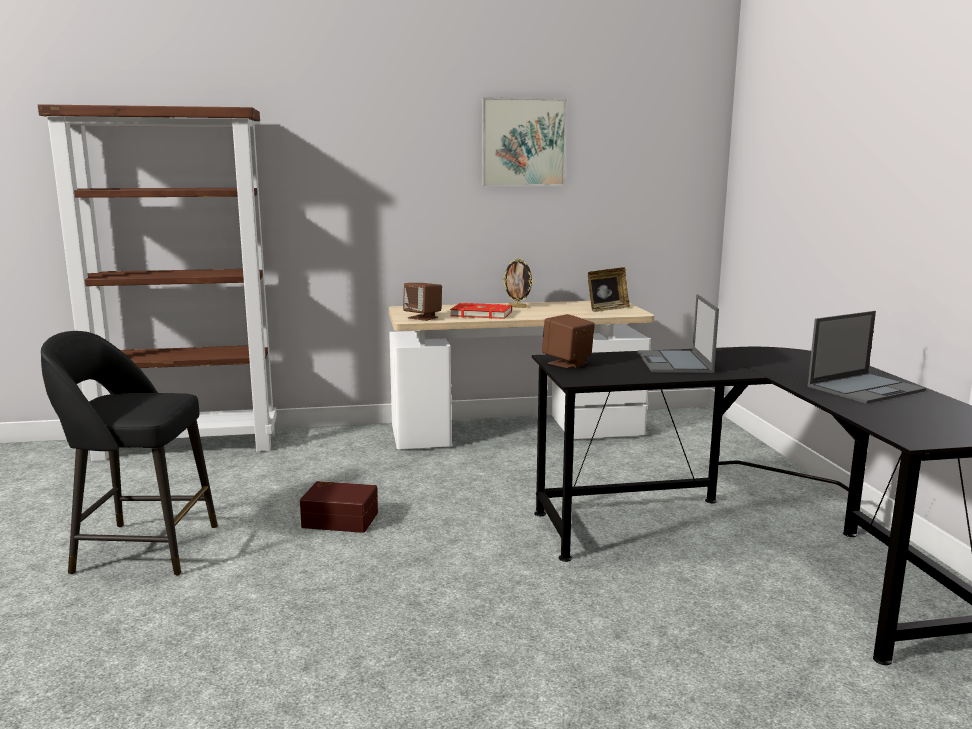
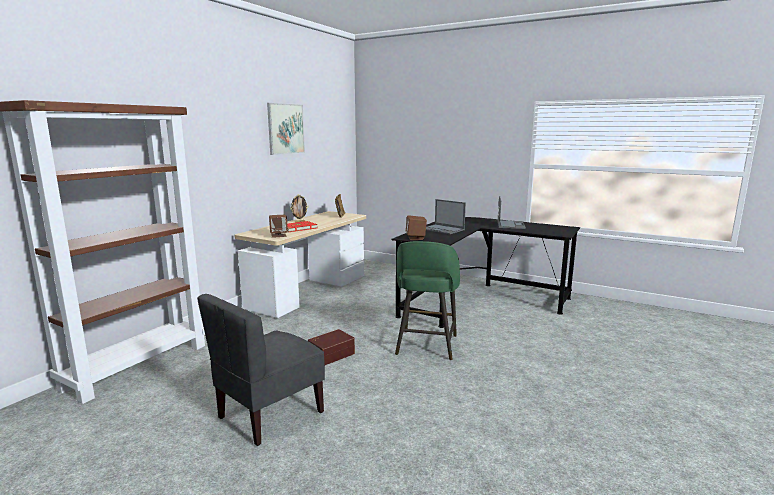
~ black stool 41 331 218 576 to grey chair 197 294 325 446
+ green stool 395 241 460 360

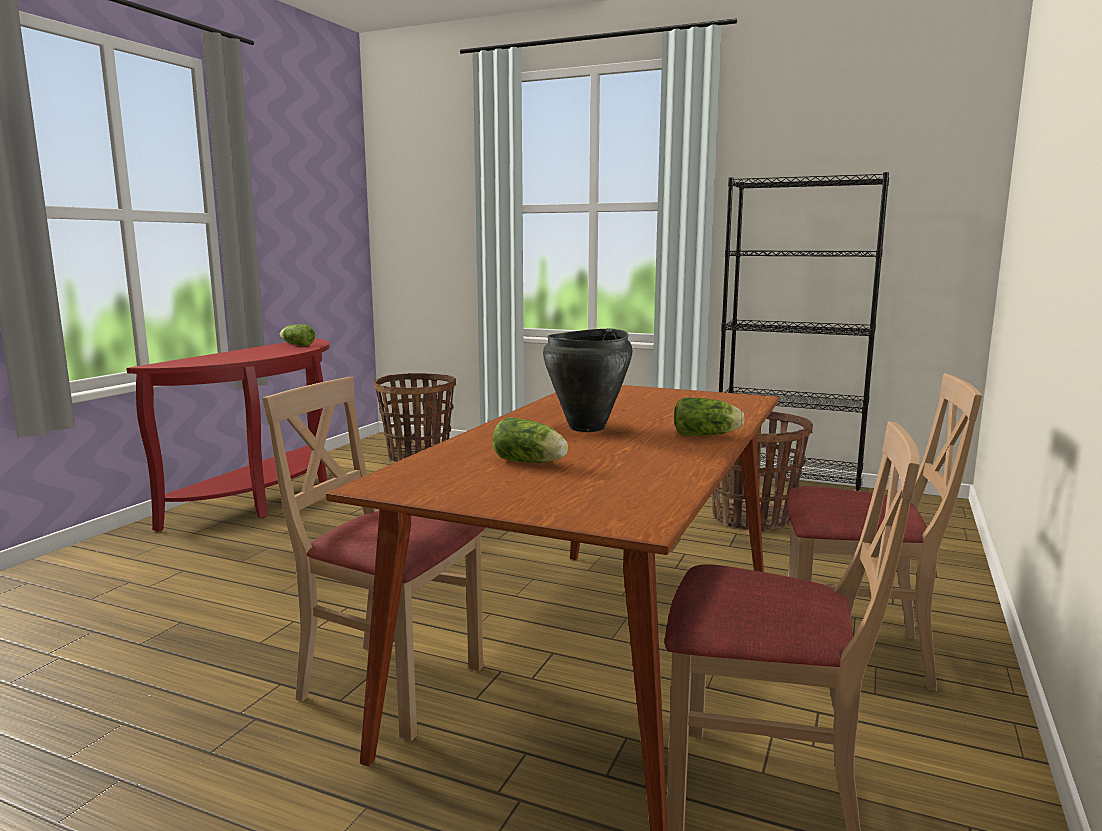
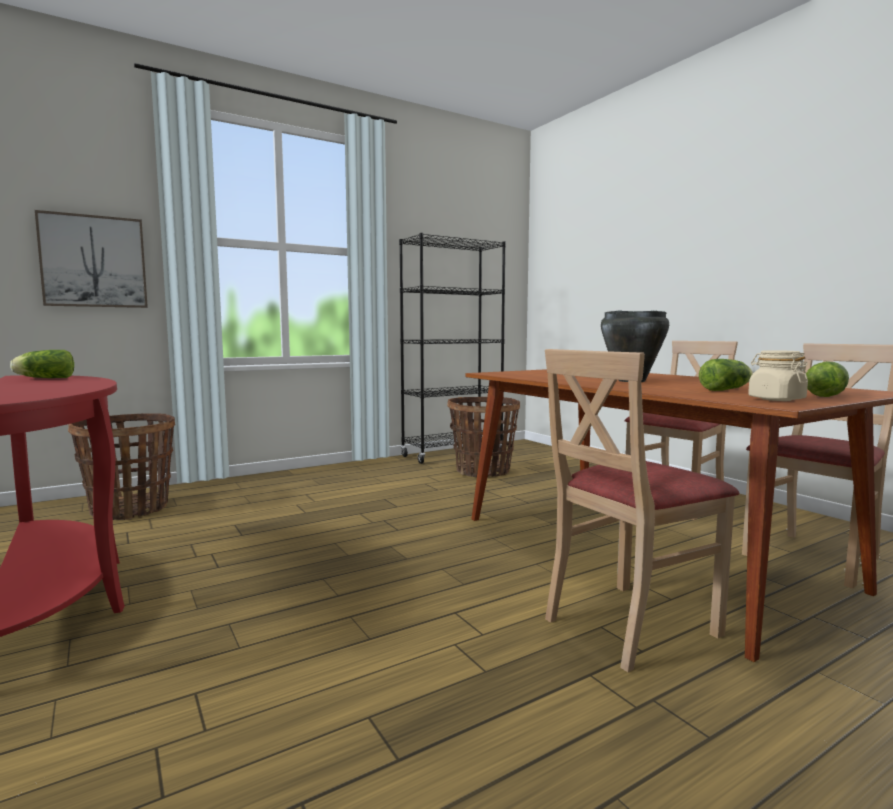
+ picture 35 210 148 308
+ beige jar 748 350 808 401
~ lettuce 674 398 744 436 to 806 361 849 397

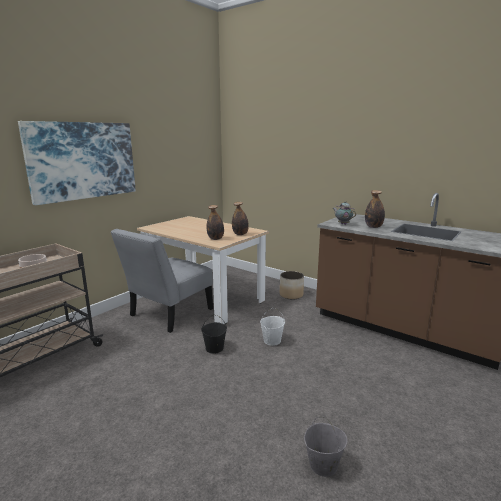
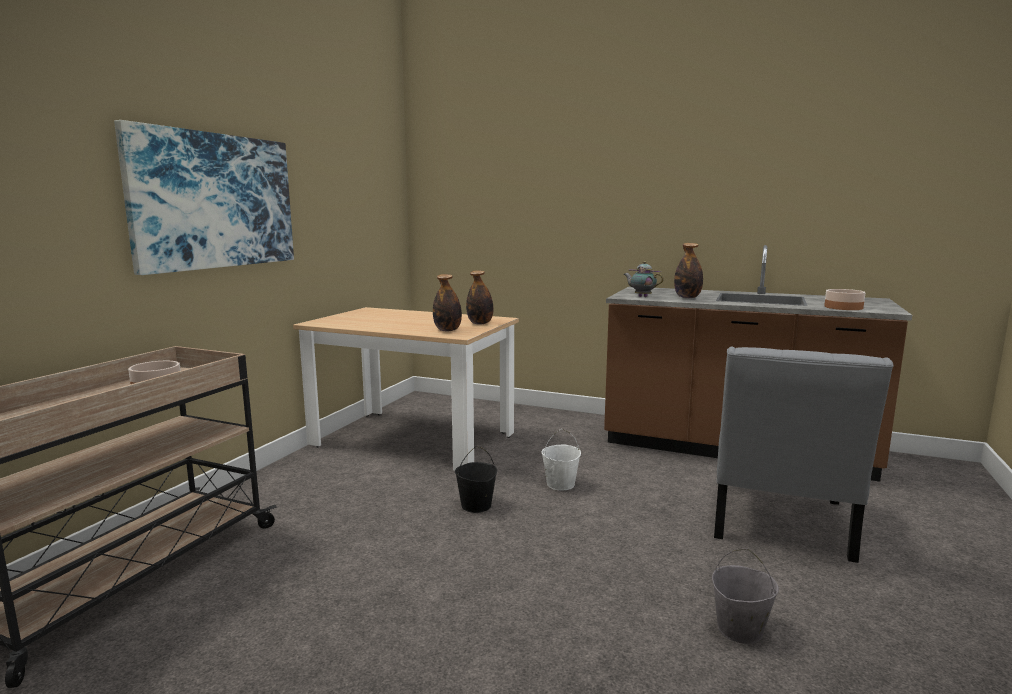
~ grey chair 111 229 213 333 to 714 346 894 563
+ bowl 824 289 865 310
- planter 280 271 304 299

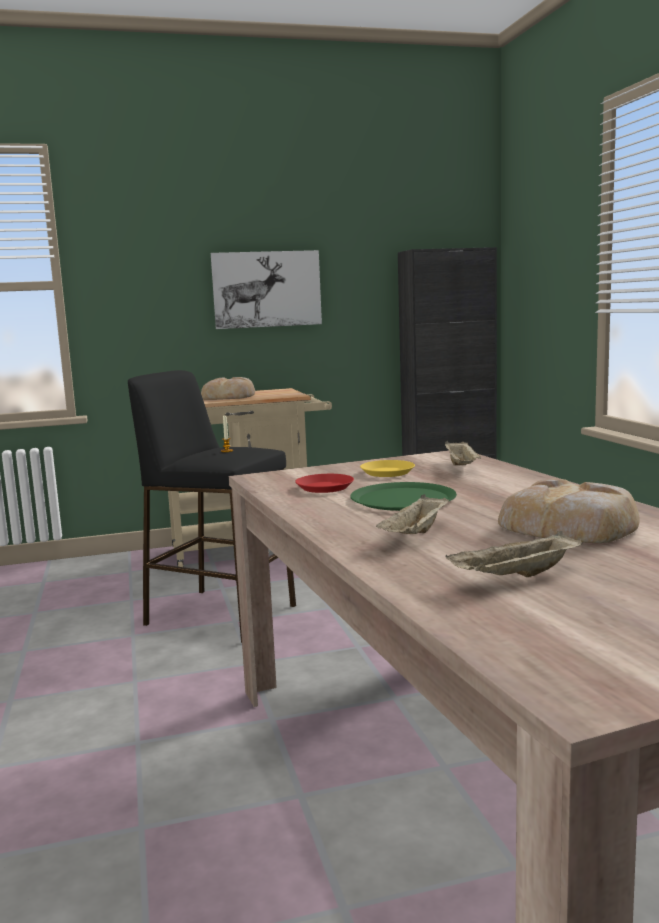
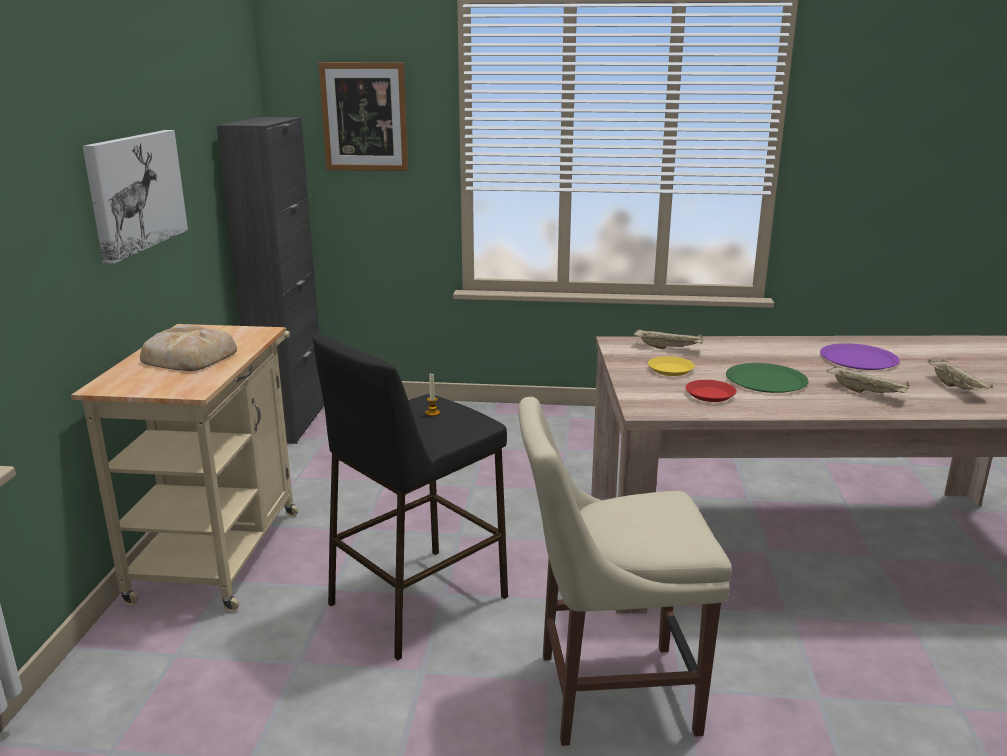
+ picture 319 62 408 171
+ beige chair 519 397 732 746
~ bread 498 478 640 543 to purple plate 820 343 900 370

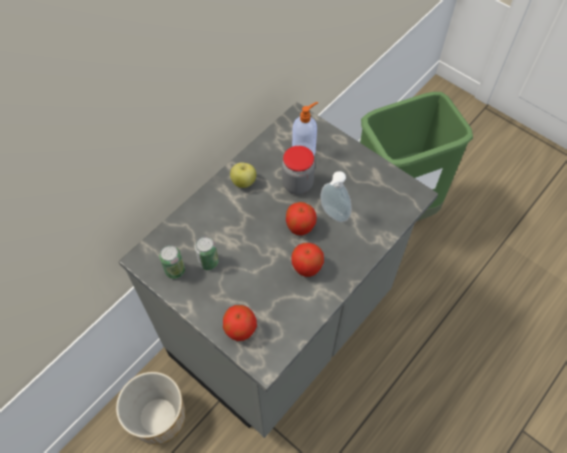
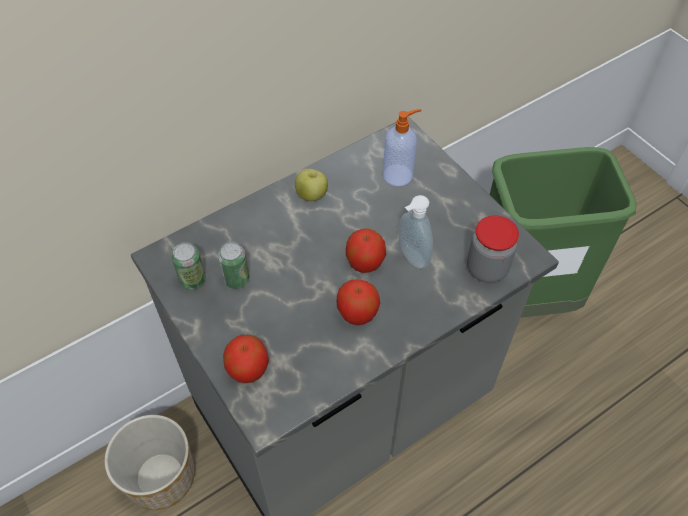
~ jar 282 146 315 195 to 467 216 519 283

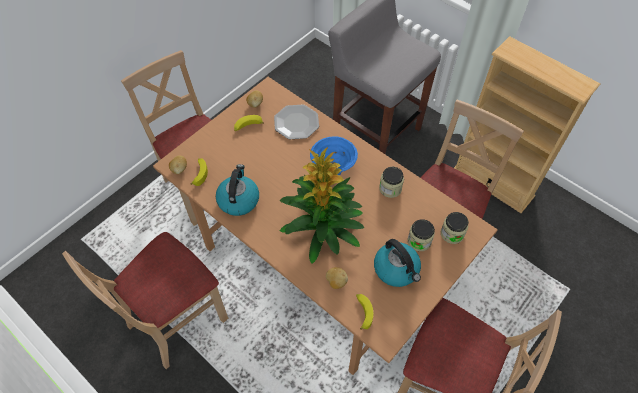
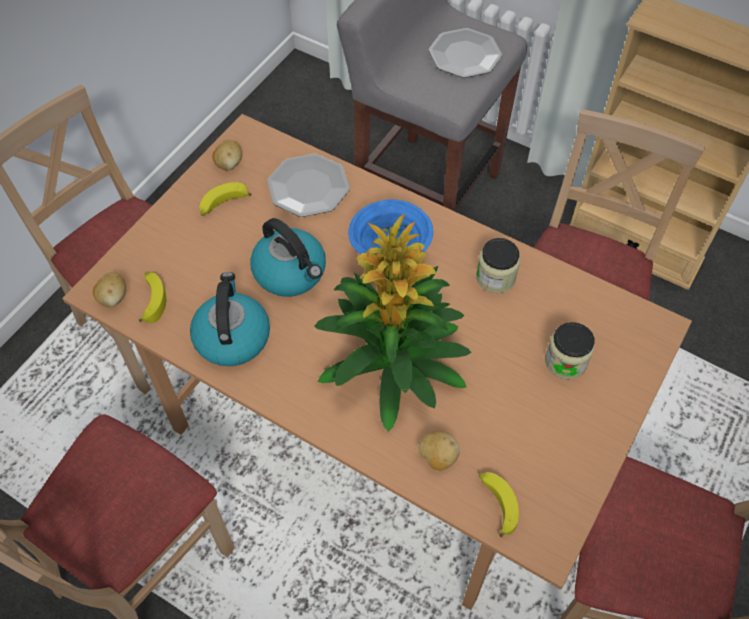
~ kettle 374 239 421 287 to 250 218 326 297
+ plate 429 28 502 78
- jar 441 212 469 244

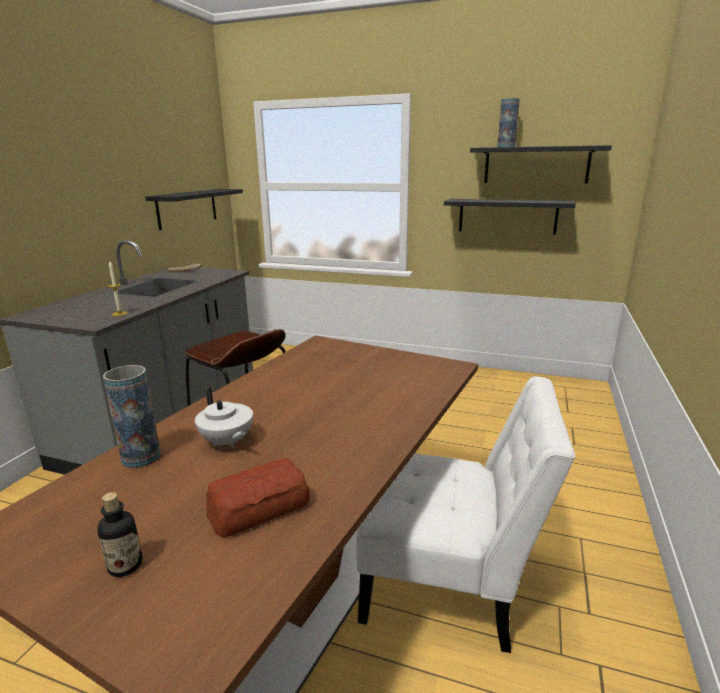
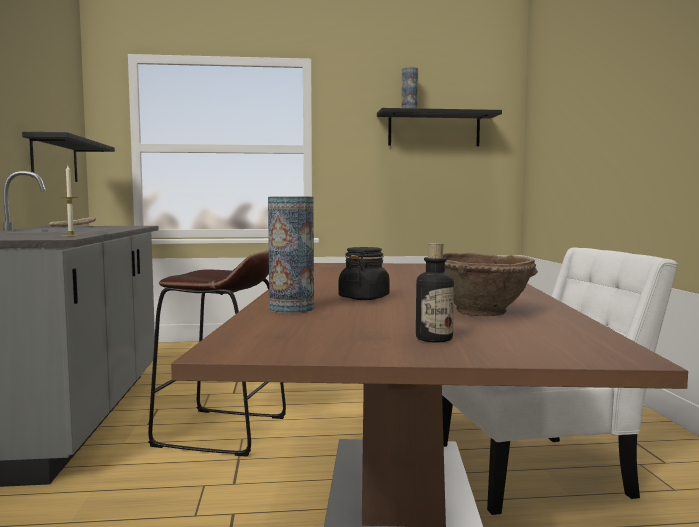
~ white teapot 195 388 253 448 to black jar 339 247 390 300
~ bread 206 458 310 537 to brown bowl 443 252 538 316
- black shelf 444 199 576 235

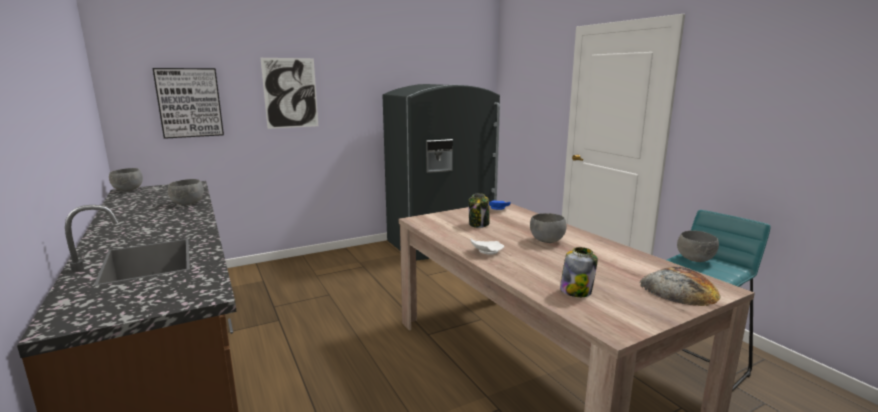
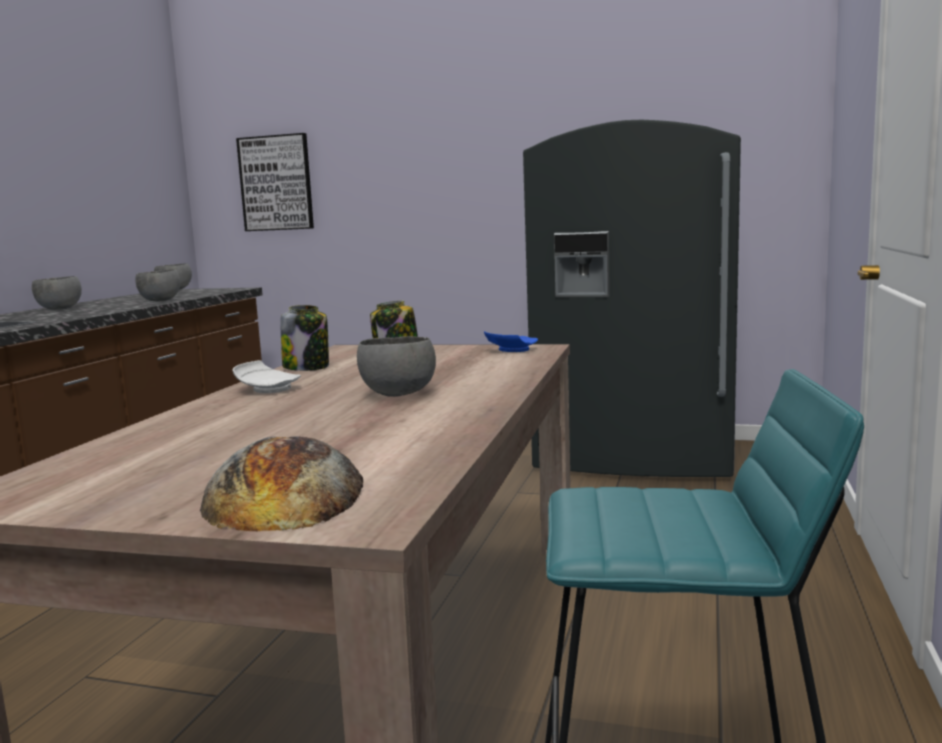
~ grey bowl 677 231 719 262 to 32 276 82 310
~ jar 560 247 598 297 to 280 305 329 371
- picture 261 58 318 129

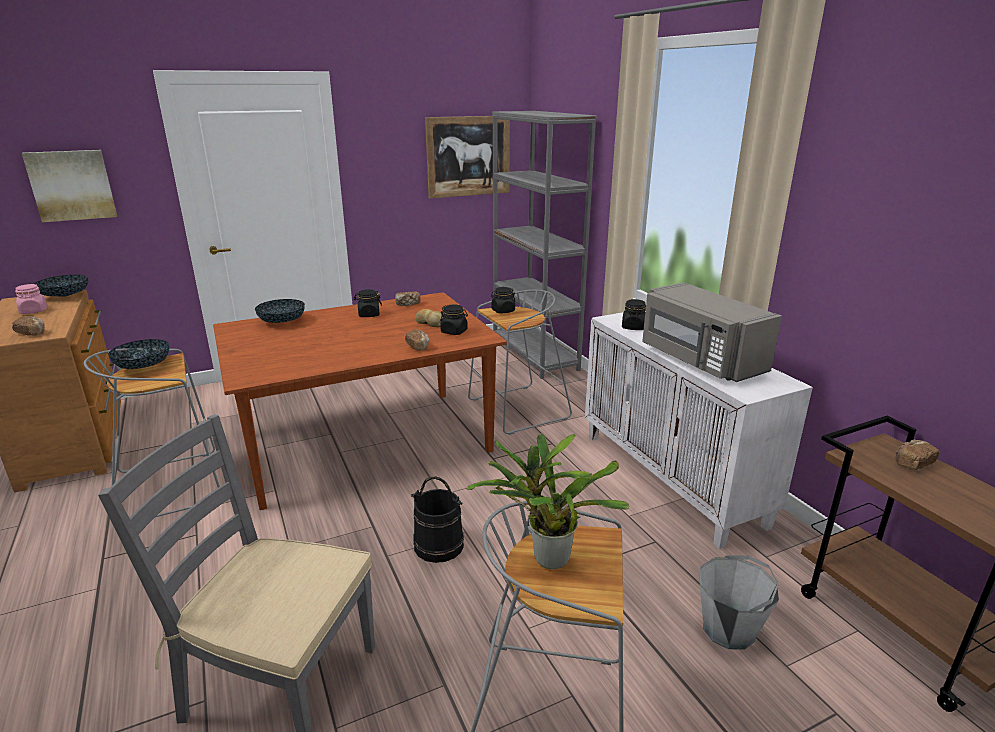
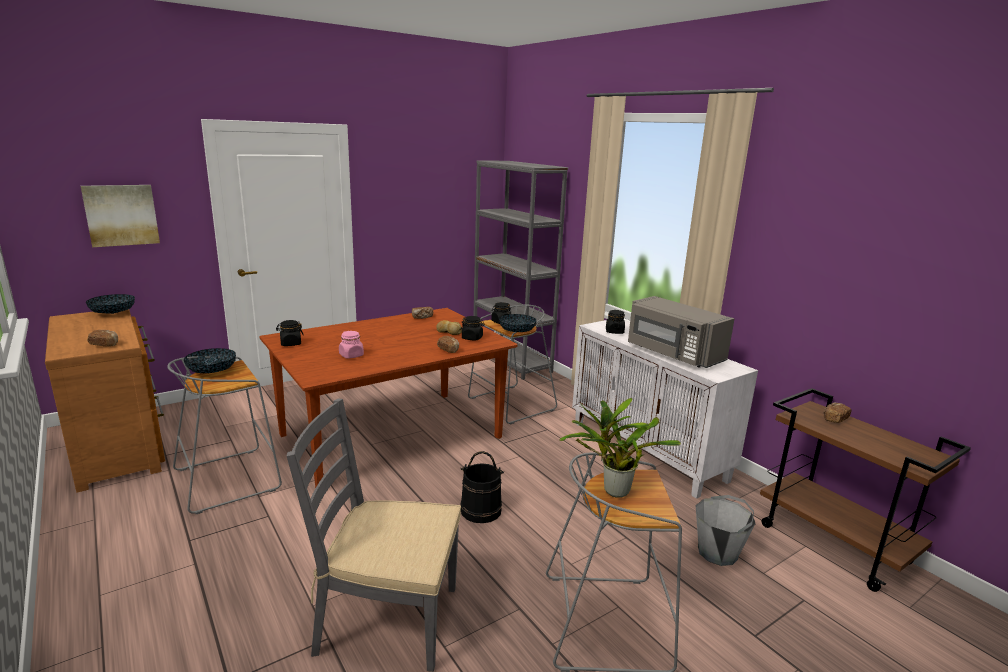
~ black jar 354 289 382 317 to 276 320 303 346
~ pink jar 15 284 47 314 to 339 331 364 359
~ bowl 255 299 305 323 to 499 314 536 332
- picture 425 116 510 199

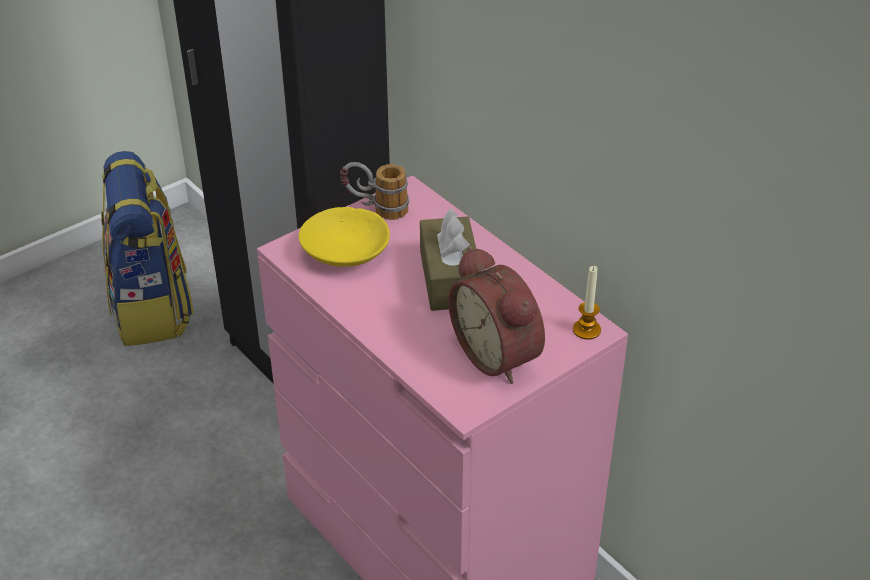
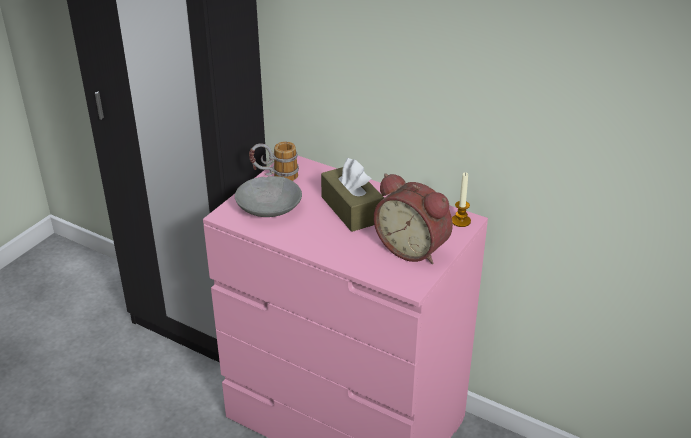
~ yellow bowl 299 207 390 267 to grey bowl 235 176 302 217
- backpack 101 151 194 346

